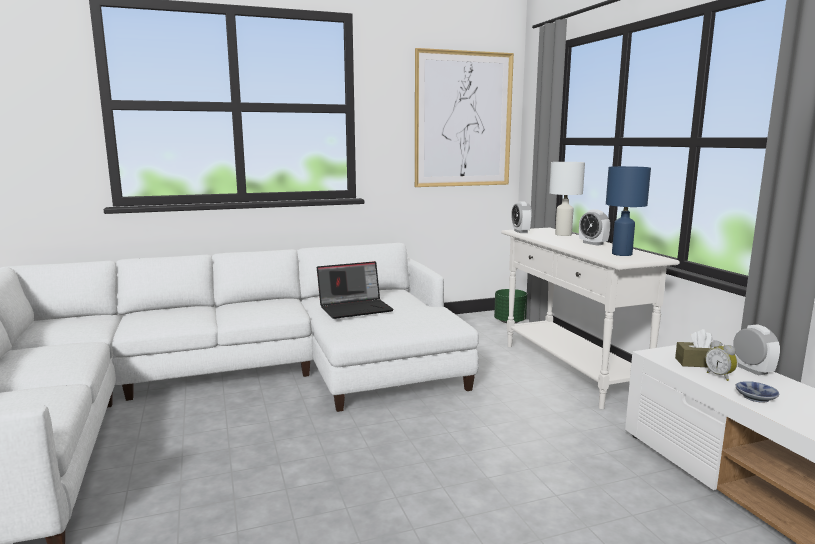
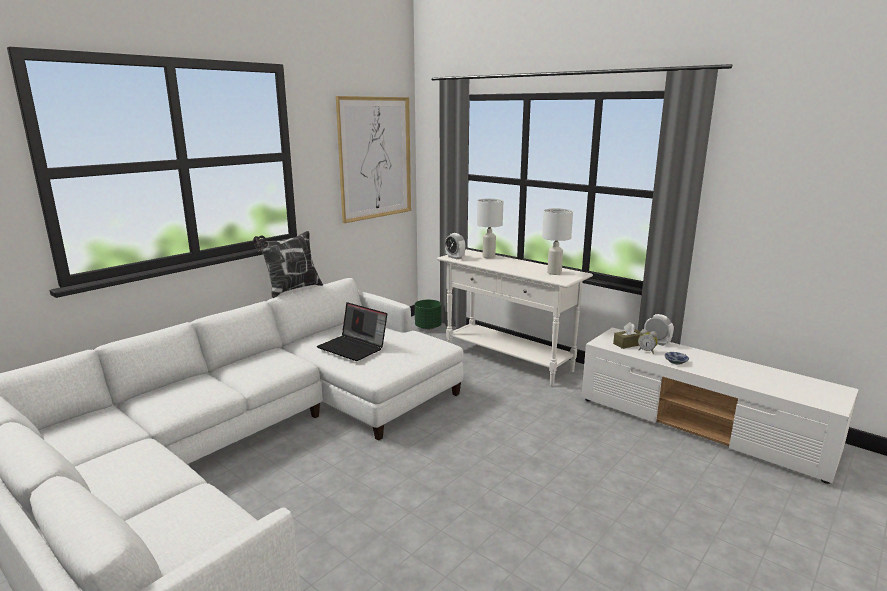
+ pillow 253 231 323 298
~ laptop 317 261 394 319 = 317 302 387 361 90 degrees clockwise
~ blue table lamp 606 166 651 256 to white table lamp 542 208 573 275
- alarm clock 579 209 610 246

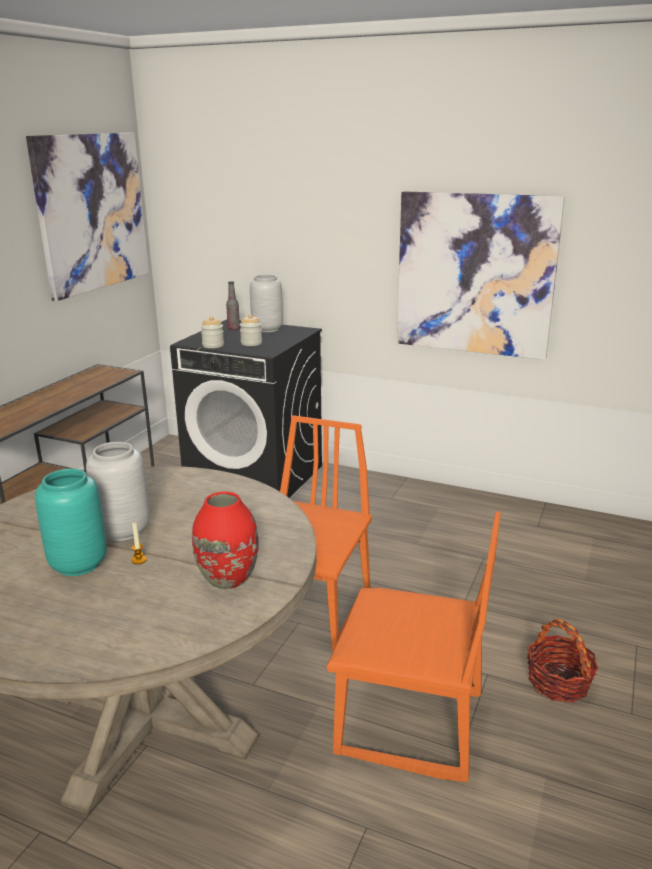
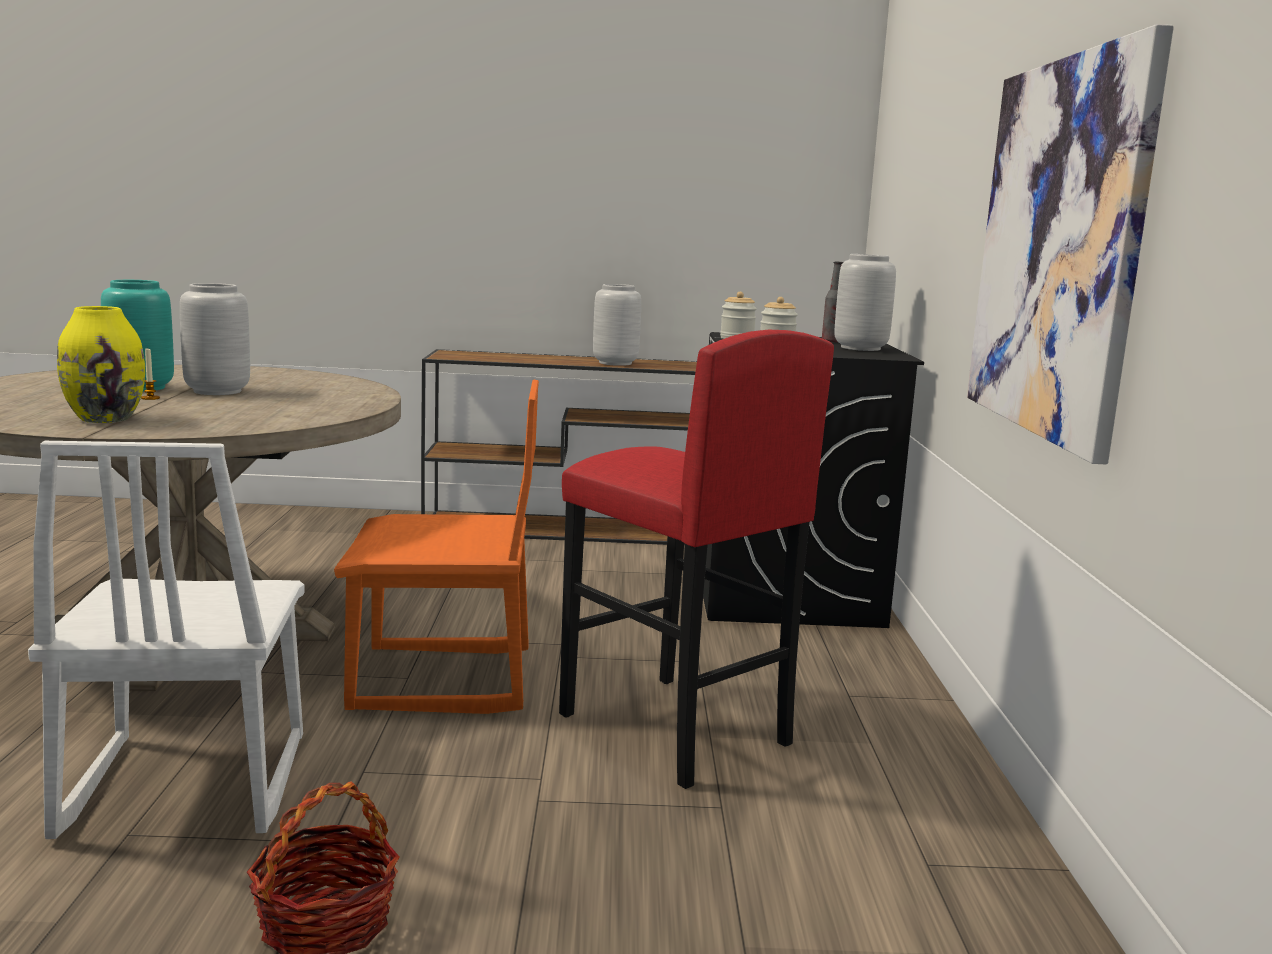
~ orange chair 327 511 501 782 to white chair 28 441 305 839
~ red vase 192 492 259 589 to yellow vase 57 306 145 423
+ red stool 559 330 834 789
+ grey vase 593 284 641 366
- picture 26 133 149 301

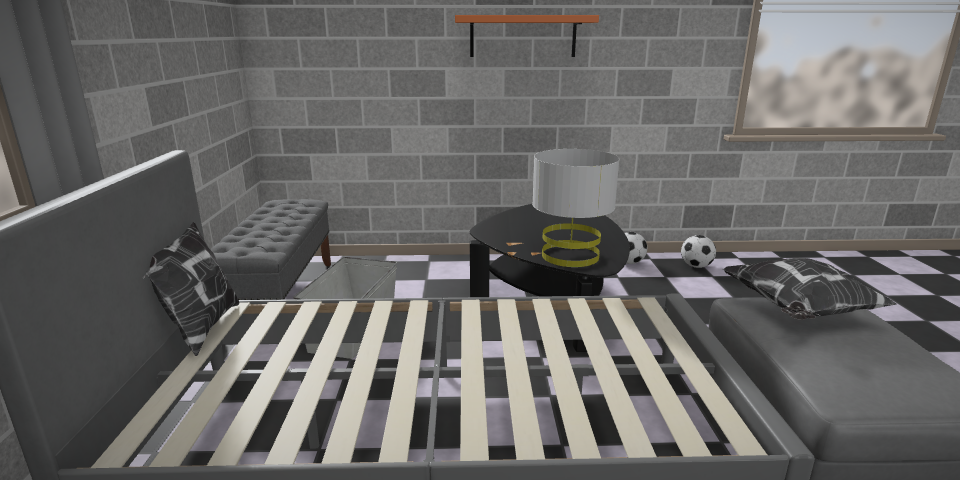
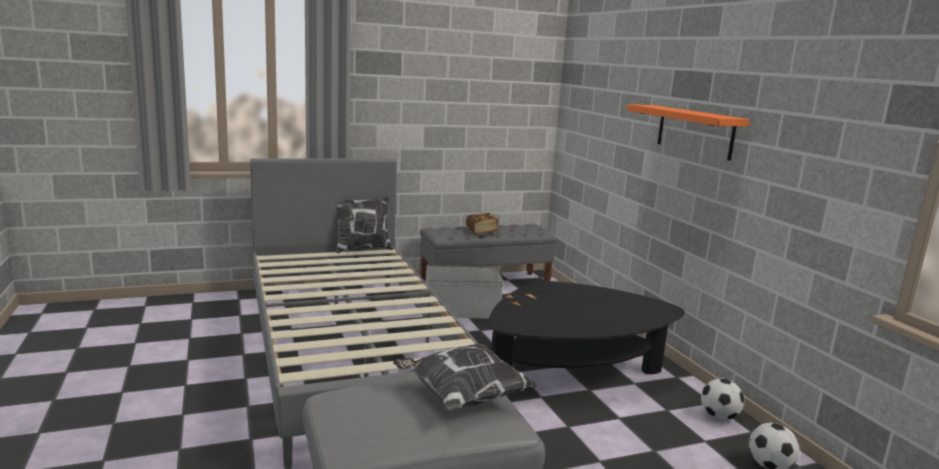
+ book 466 213 499 235
- grey table lamp 532 149 620 267

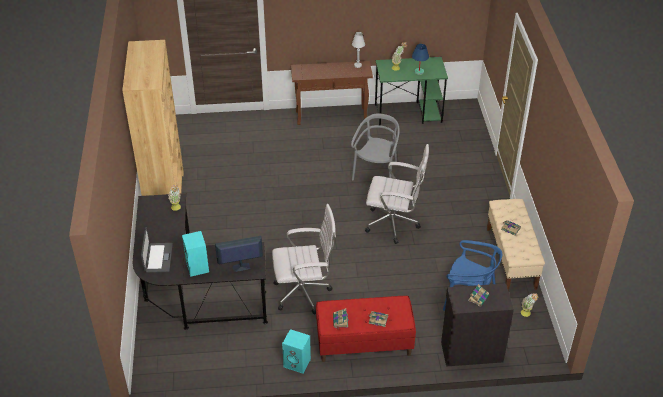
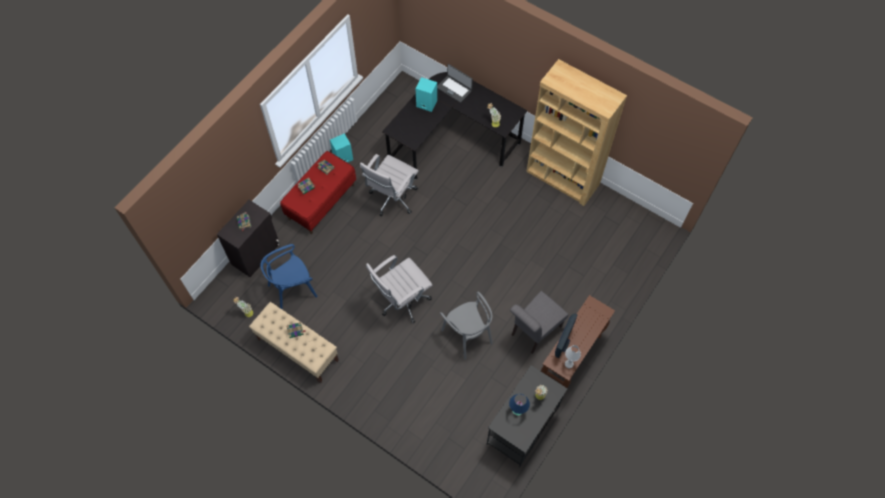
~ green desk 375 57 448 126 to black desk 487 365 567 467
+ grey chair 510 291 569 354
~ monitor 215 236 263 272 to 555 314 577 358

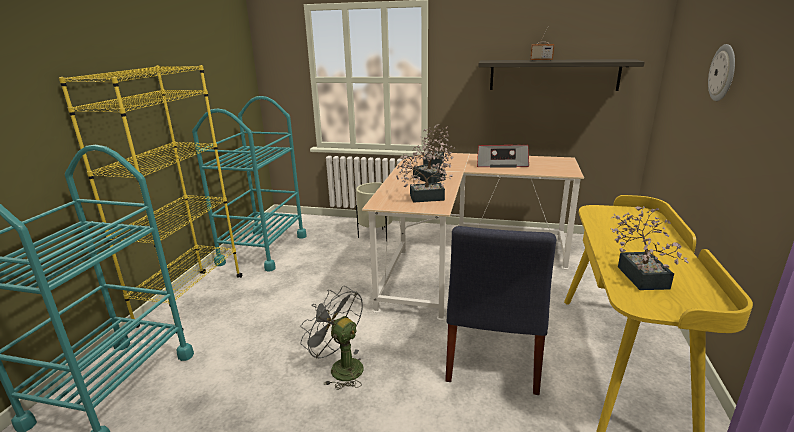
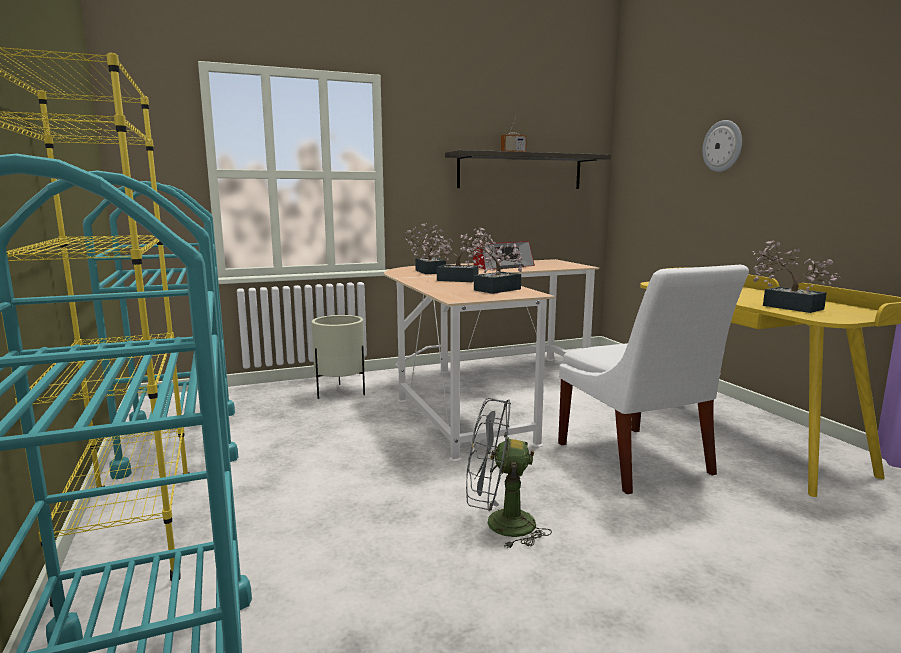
~ blue chair 445 226 557 395 to white chair 558 265 749 494

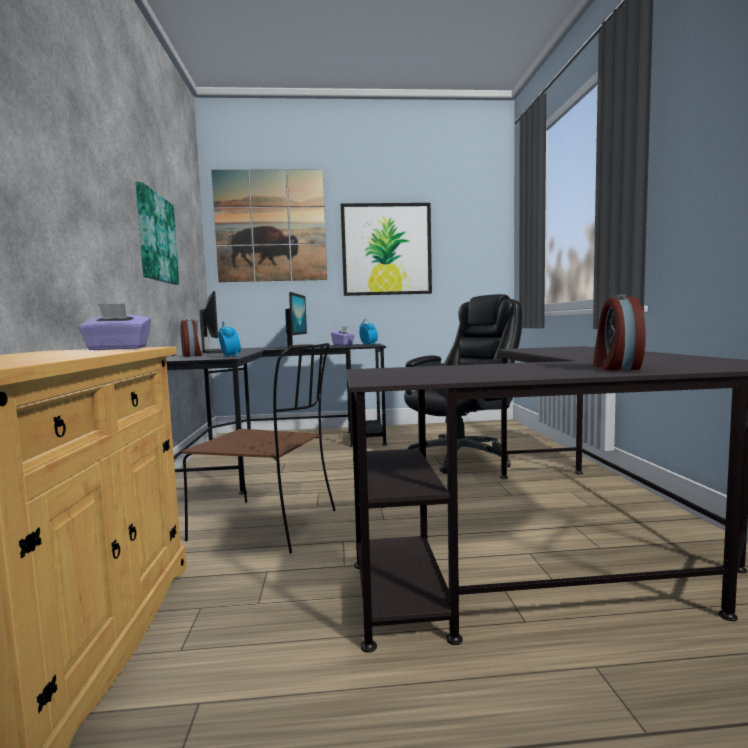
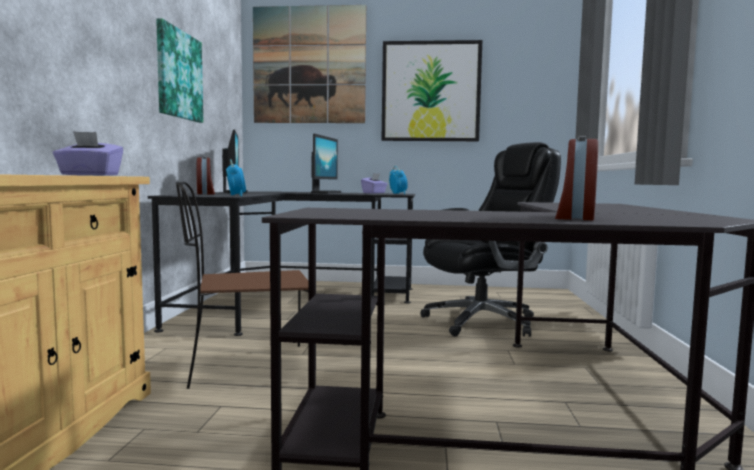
~ brown chair 182 343 335 554 = 175 182 308 389 135 degrees clockwise

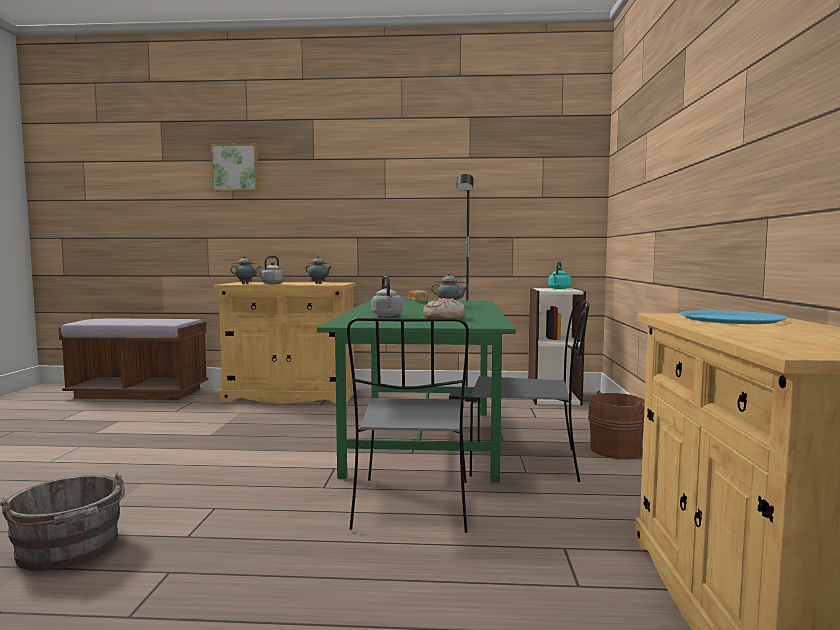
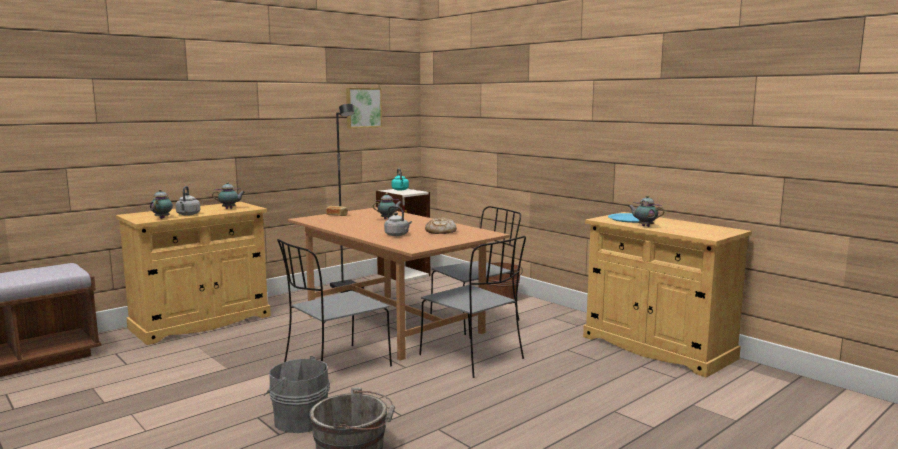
+ grey bucket 264 356 330 433
+ grey chair 277 239 392 366
~ green dining table 316 300 516 483 to brown dining table 288 207 510 361
~ picture 211 144 259 192 to 346 88 382 128
+ teapot 629 195 665 227

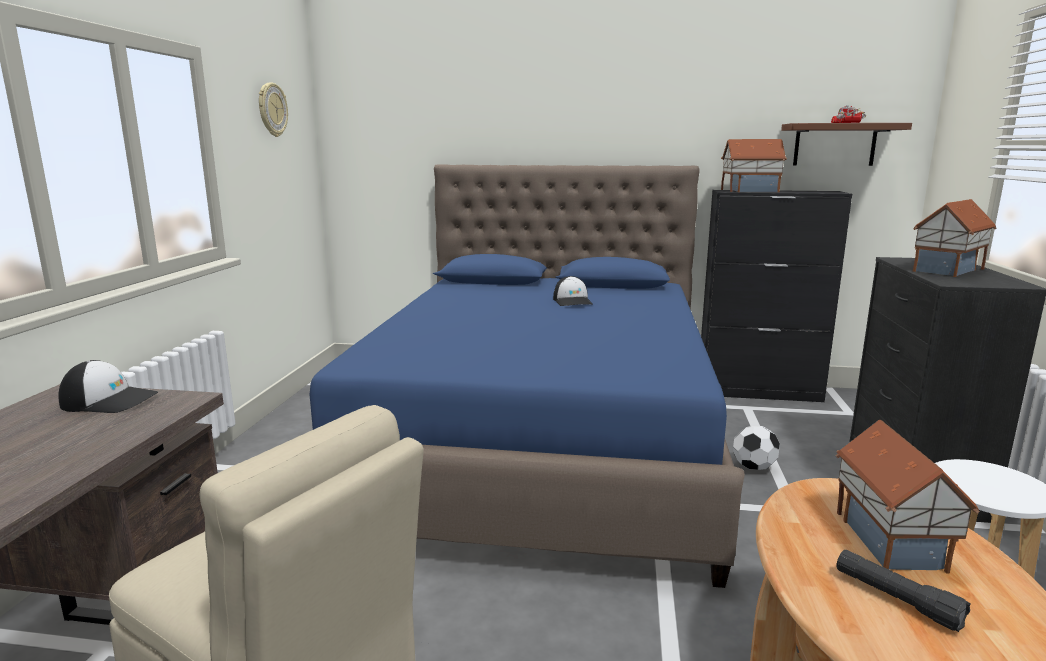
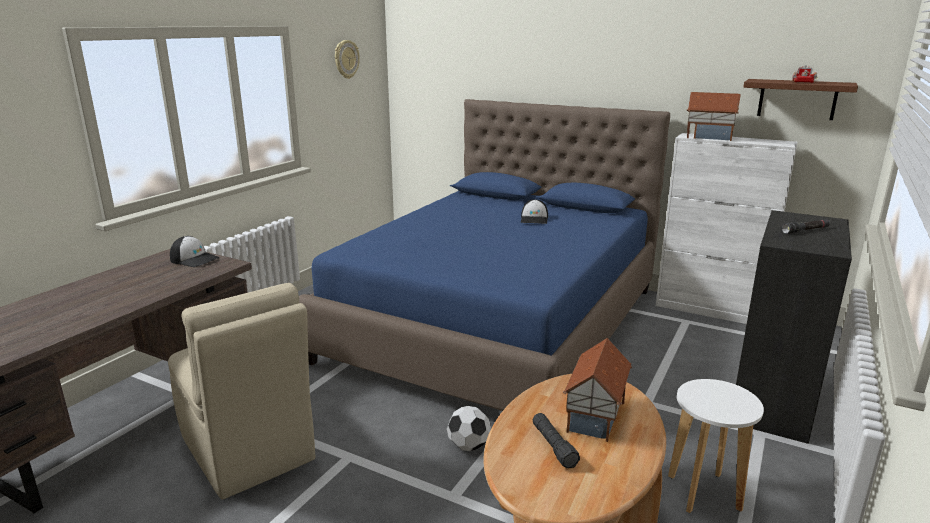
~ football 733 426 780 470 to 447 406 491 451
~ black cabinet 701 190 852 402 to white cabinet 656 133 798 324
~ toy house 913 199 996 277 to black flashlight 782 219 830 234

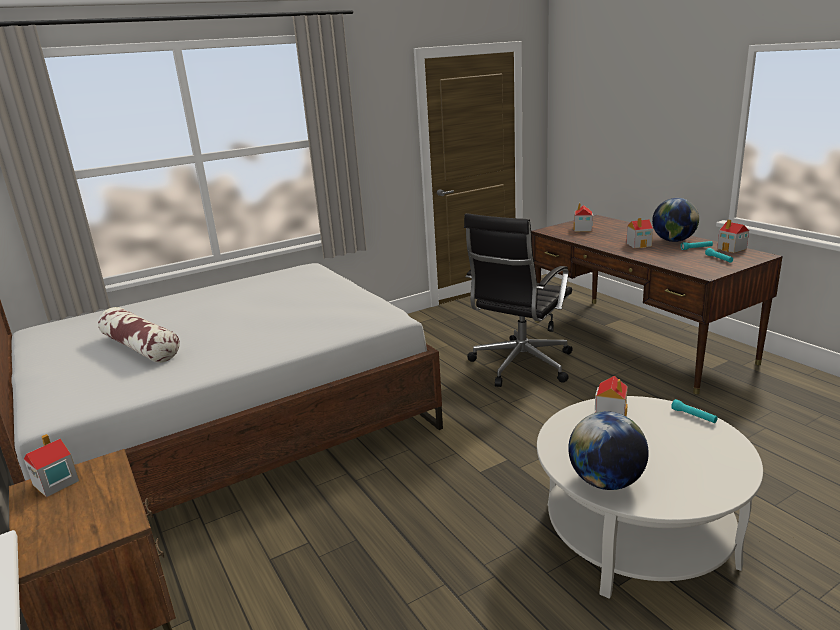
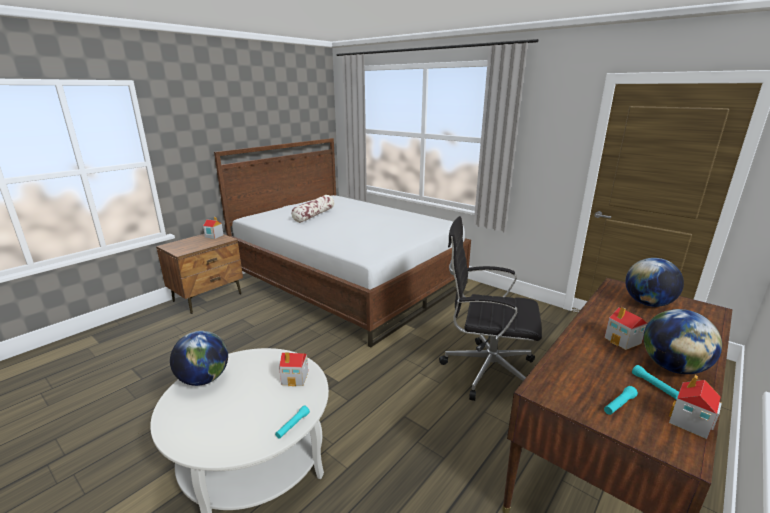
~ toy house 573 203 593 232 to globe 625 258 684 307

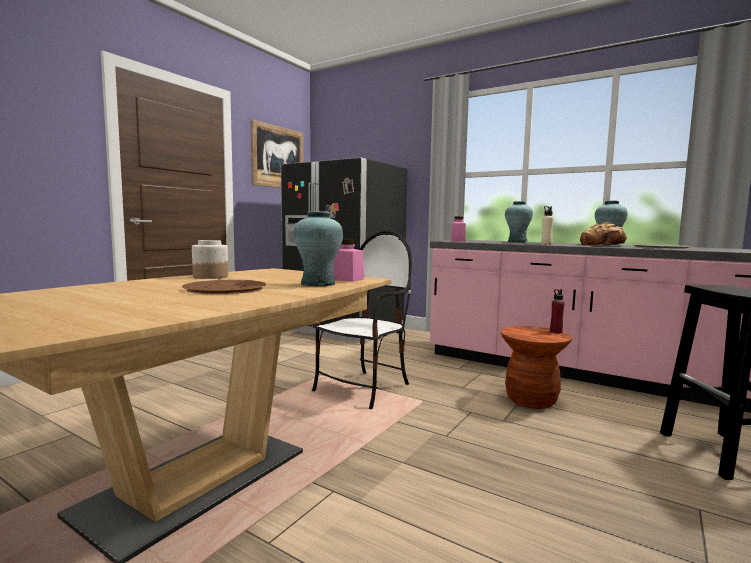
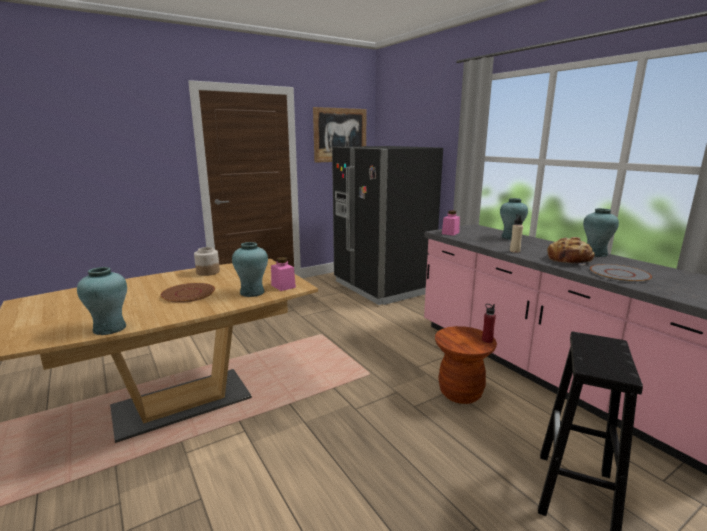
+ turquoise vase 77 267 127 335
- chair 312 231 412 409

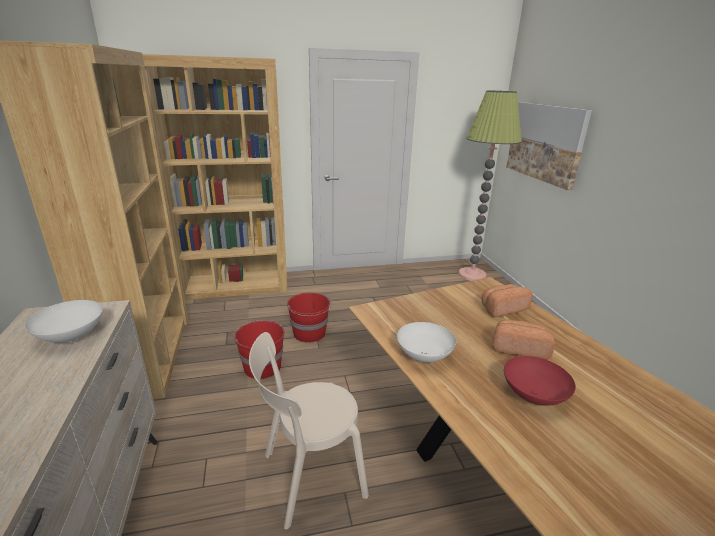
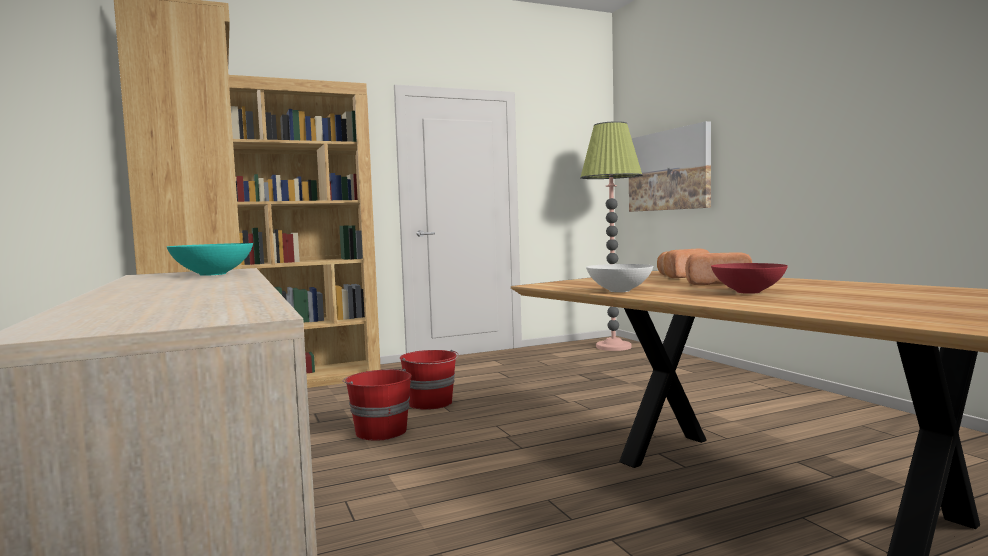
~ white bowl 25 300 103 343 to turquoise bowl 167 243 253 276
- beige chair 249 332 369 529

